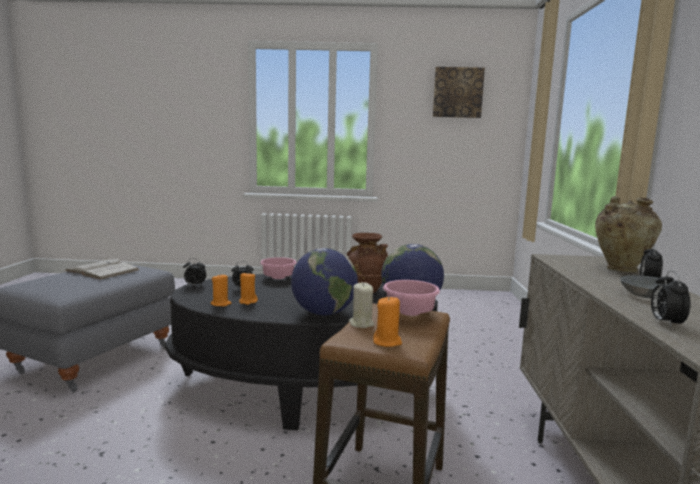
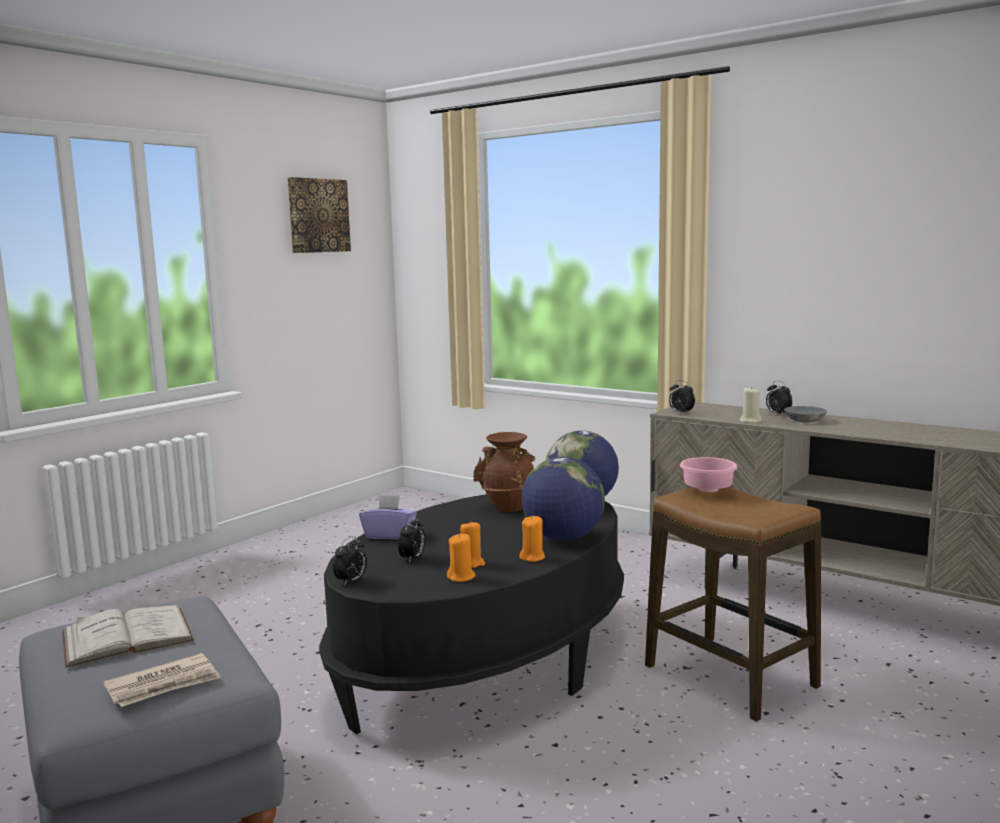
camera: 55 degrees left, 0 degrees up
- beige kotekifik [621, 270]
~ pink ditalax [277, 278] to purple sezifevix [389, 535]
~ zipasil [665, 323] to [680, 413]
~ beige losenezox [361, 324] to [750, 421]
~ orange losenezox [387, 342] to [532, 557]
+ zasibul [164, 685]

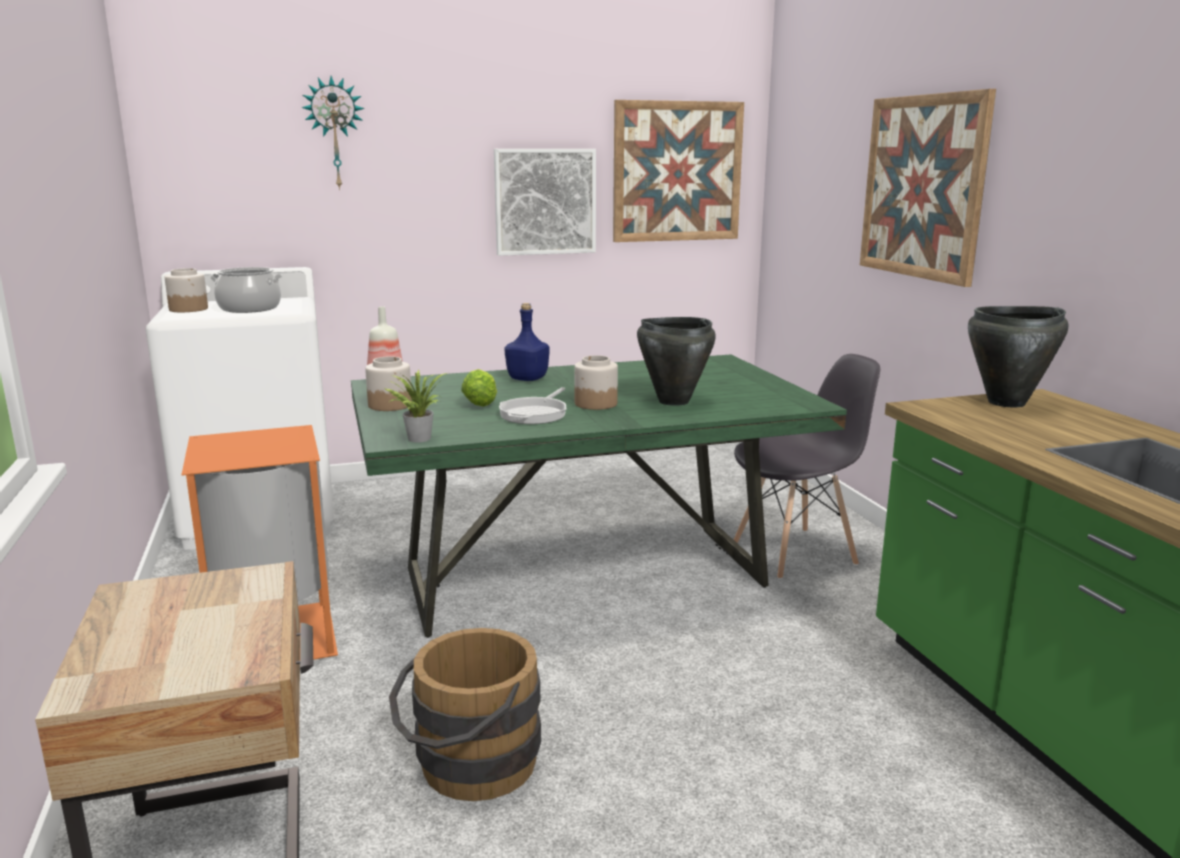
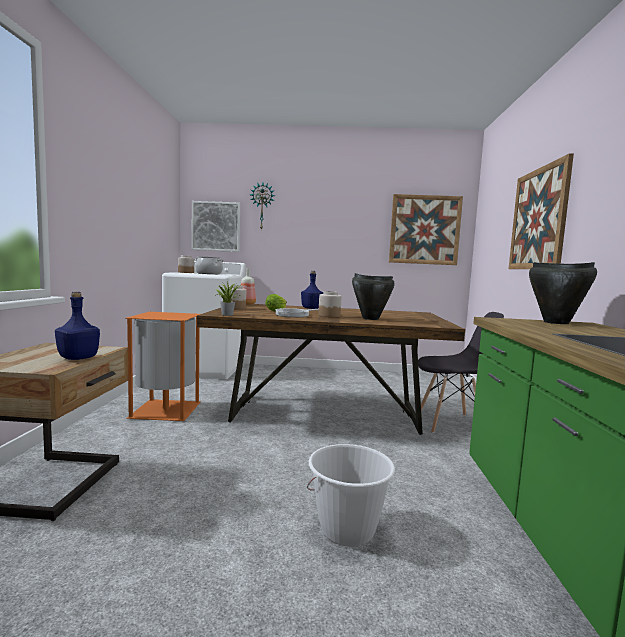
camera: 20 degrees right, 10 degrees down
~ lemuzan [545, 201] to [216, 226]
~ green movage [582, 579] to brown movage [323, 414]
- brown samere [468, 768]
+ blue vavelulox [79, 358]
+ white samere [347, 530]

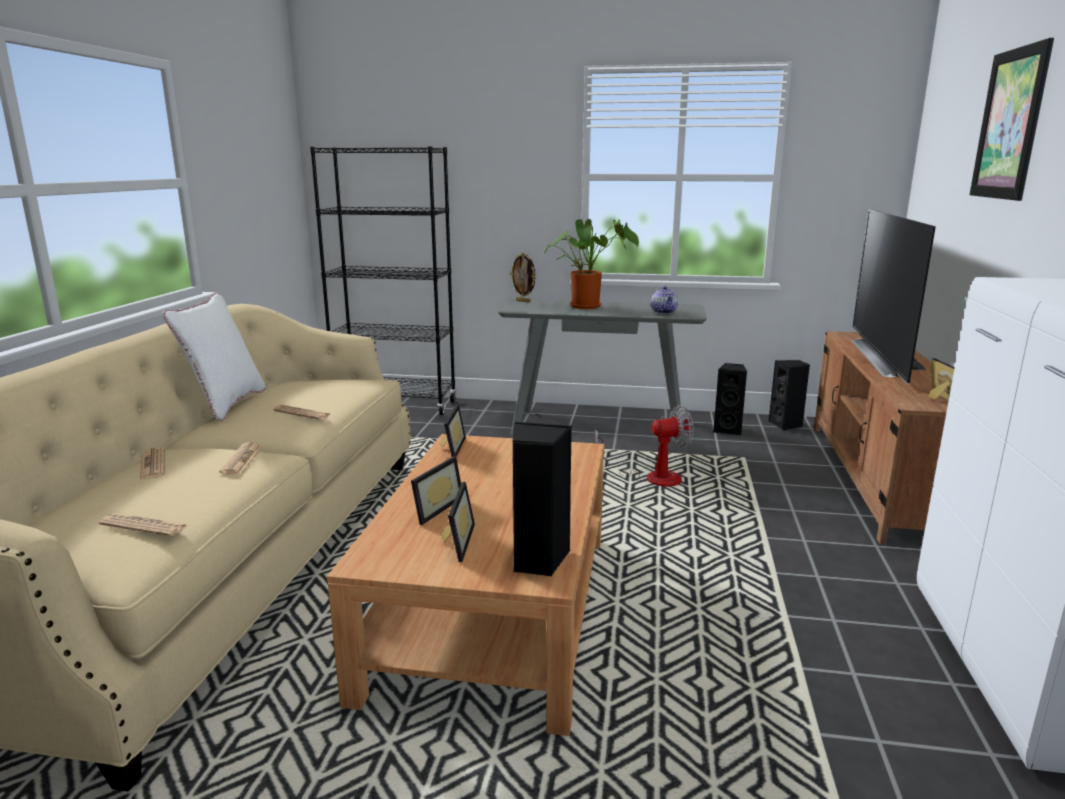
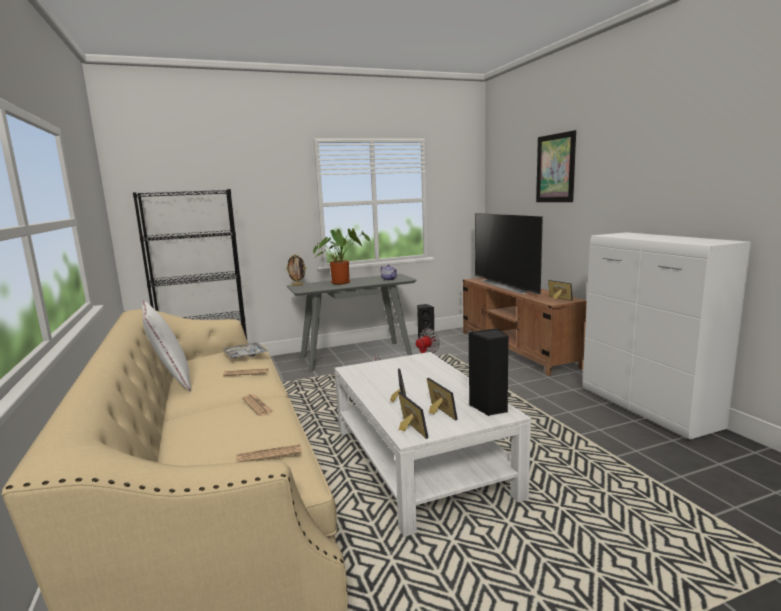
camera: 30 degrees left, 5 degrees down
- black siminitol [786, 425]
~ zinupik [450, 448] to [408, 430]
~ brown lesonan [493, 609] to white lesonan [419, 460]
- zasibul [152, 465]
+ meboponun [245, 355]

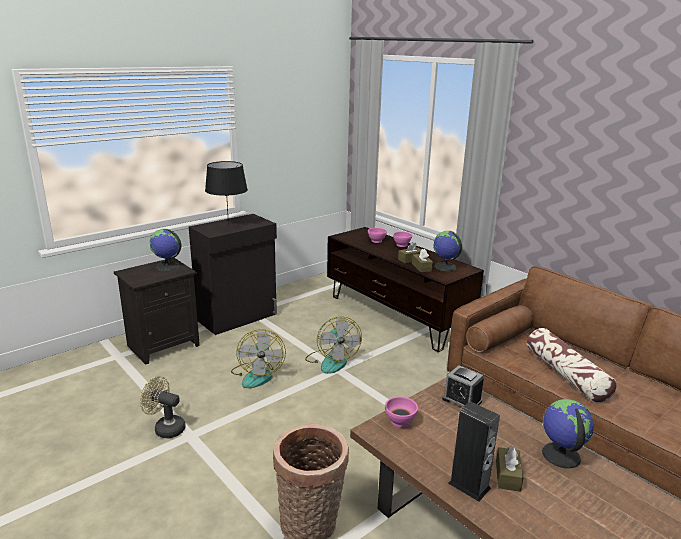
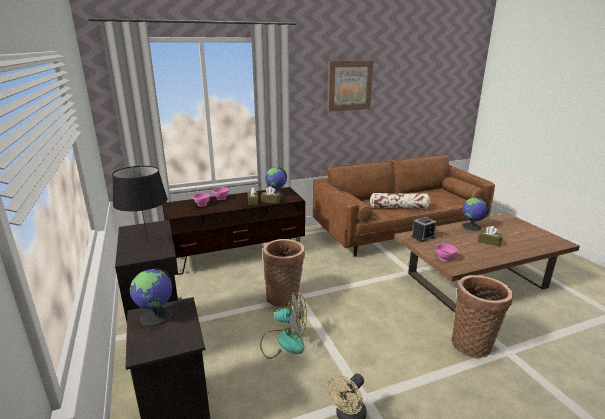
camera: 70 degrees left, 0 degrees up
~ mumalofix [331, 361] to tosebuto [284, 297]
- siminitol [469, 485]
+ lemuzan [349, 85]

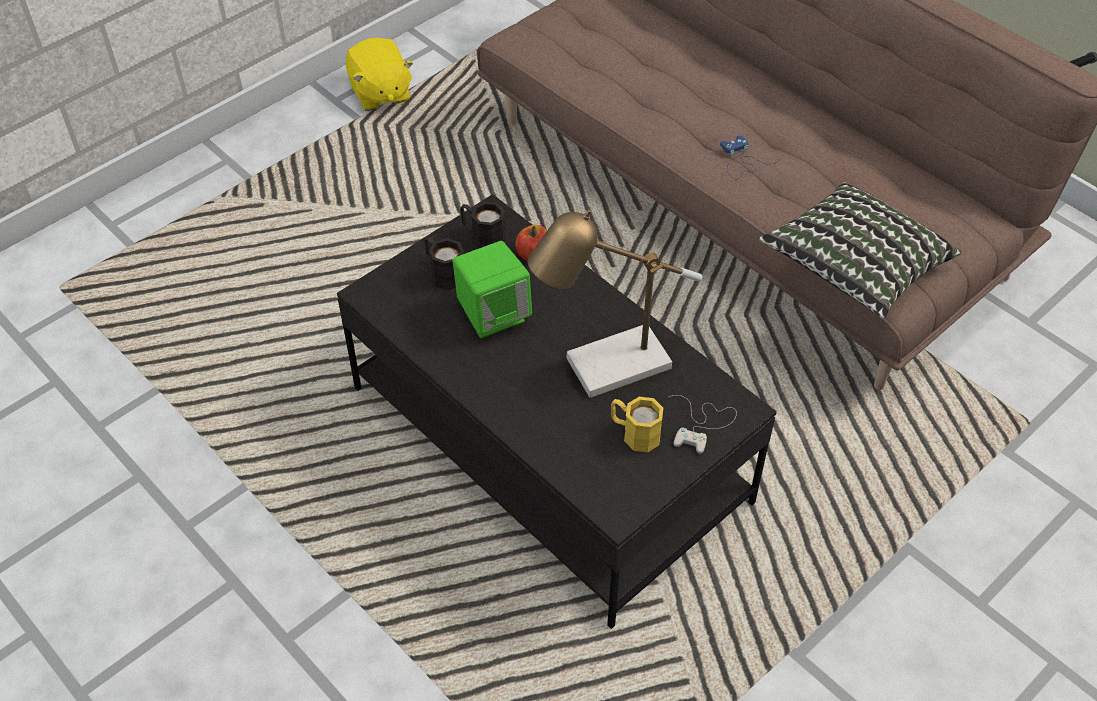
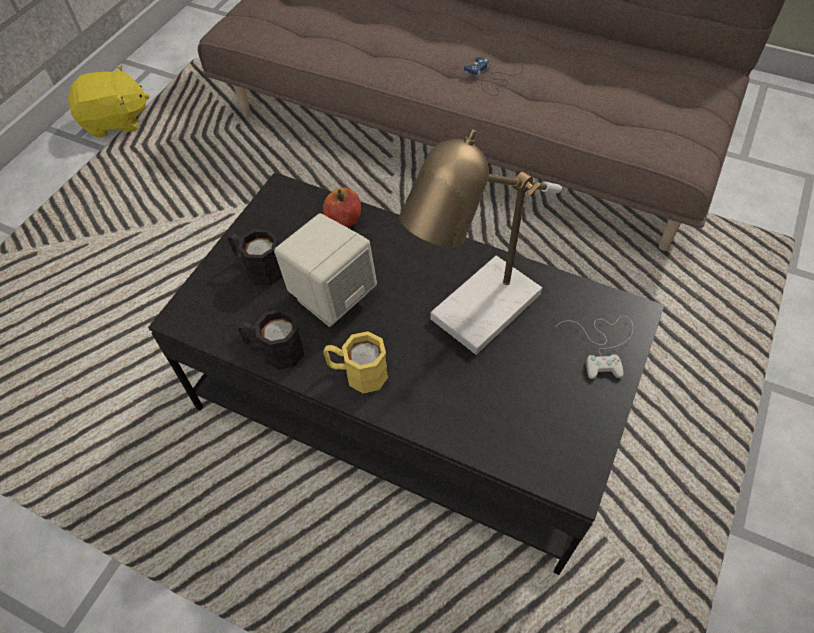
camera: 20 degrees left, 5 degrees up
~ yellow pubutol [380, 94] = [116, 121] 60 degrees counterclockwise
- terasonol [854, 268]
~ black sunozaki [482, 237] to [274, 350]
~ green siminitol [493, 314] to beige siminitol [332, 296]
~ yellow sunozaki [634, 433] to [357, 373]

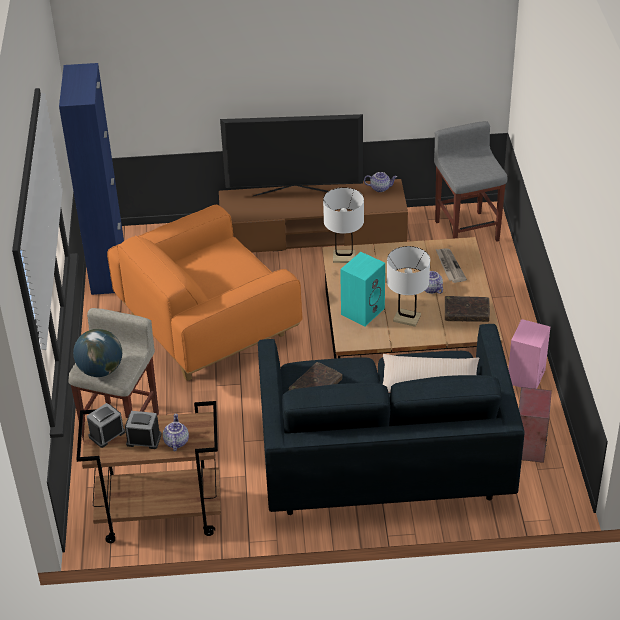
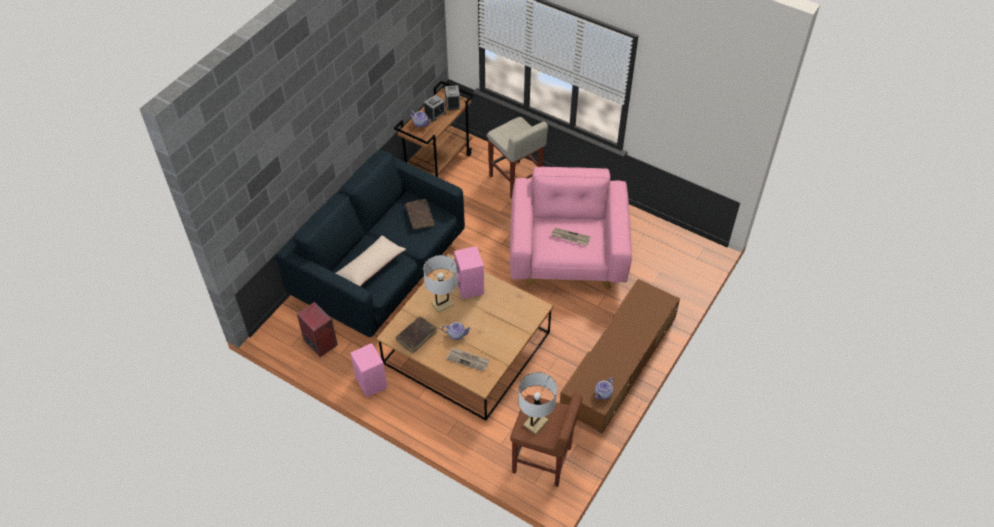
camera: 125 degrees right, 10 degrees up
- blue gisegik [108, 271]
- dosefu [294, 193]
~ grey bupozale [466, 230] to brown bupozale [542, 460]
~ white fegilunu [344, 257] to [535, 423]
~ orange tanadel [208, 326] to pink tanadel [567, 255]
~ turquoise siminitol [362, 310] to pink siminitol [470, 287]
- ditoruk [100, 370]
+ zasibul [570, 237]

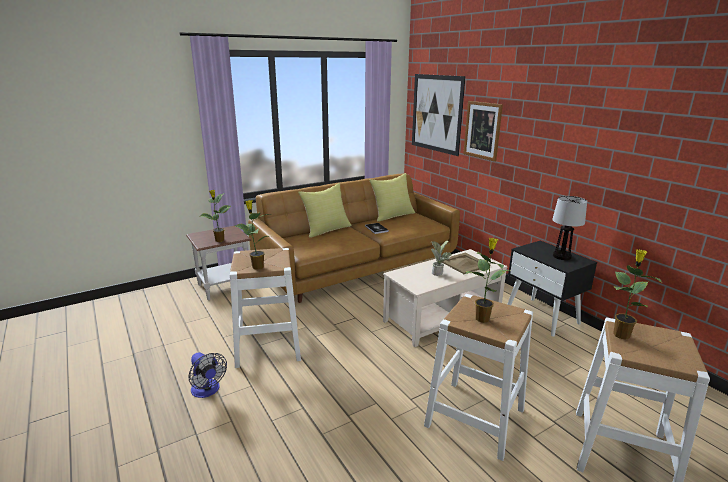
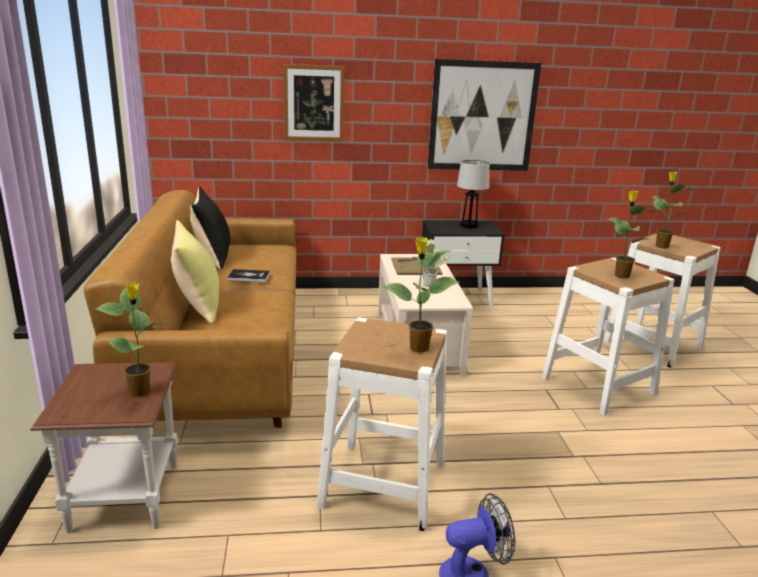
camera: 65 degrees left, 0 degrees up
~ lemuzan [436, 113] to [482, 116]
~ yellow terasonol [392, 215] to black terasonol [212, 257]

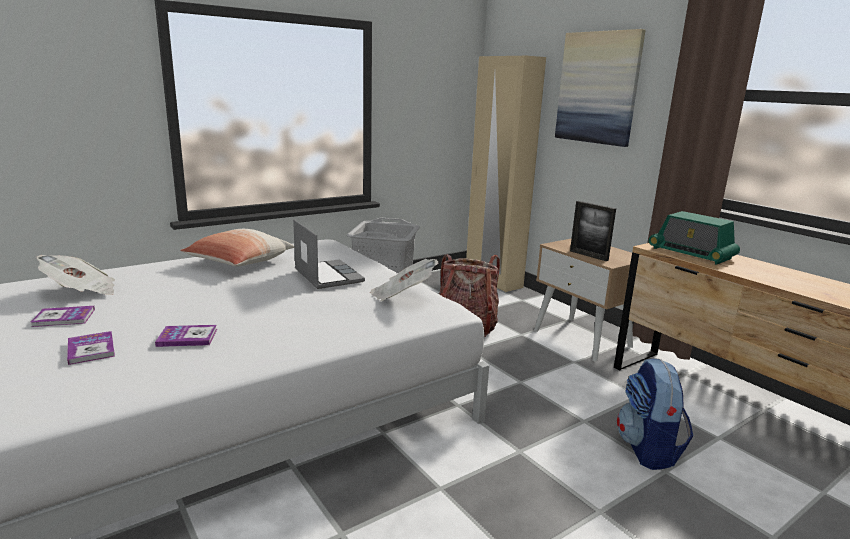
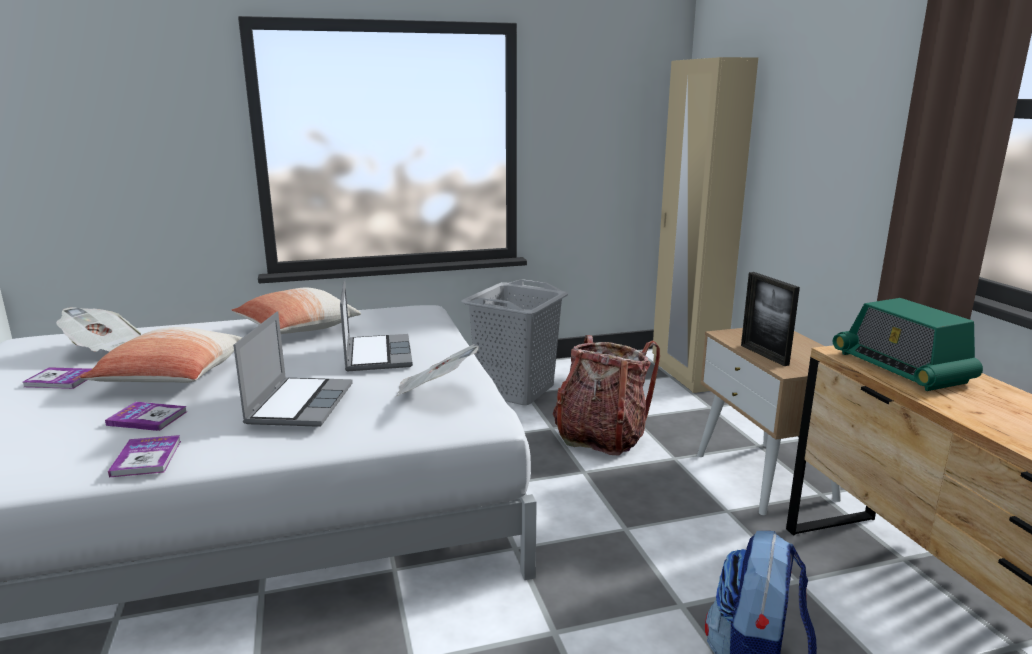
camera: 20 degrees right, 0 degrees up
- lemuzan [598, 88]
~ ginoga [91, 349] to [146, 458]
+ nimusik [299, 403]
+ terasonol [171, 378]

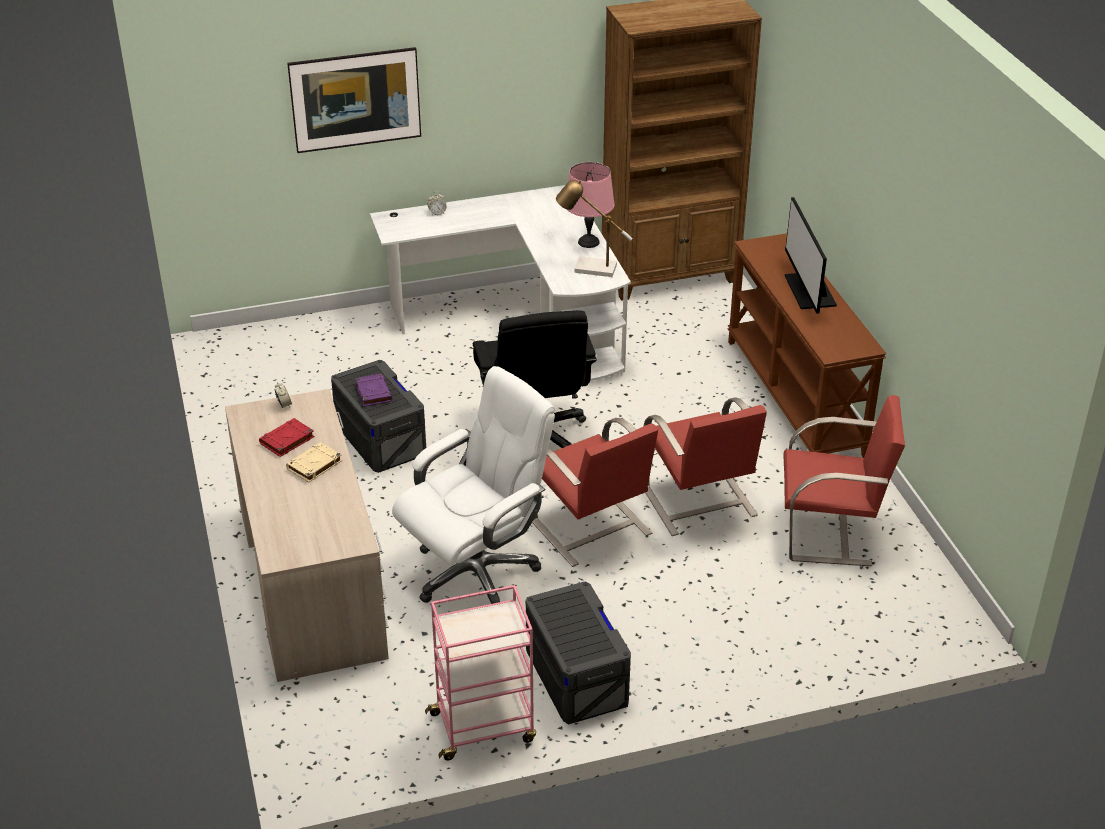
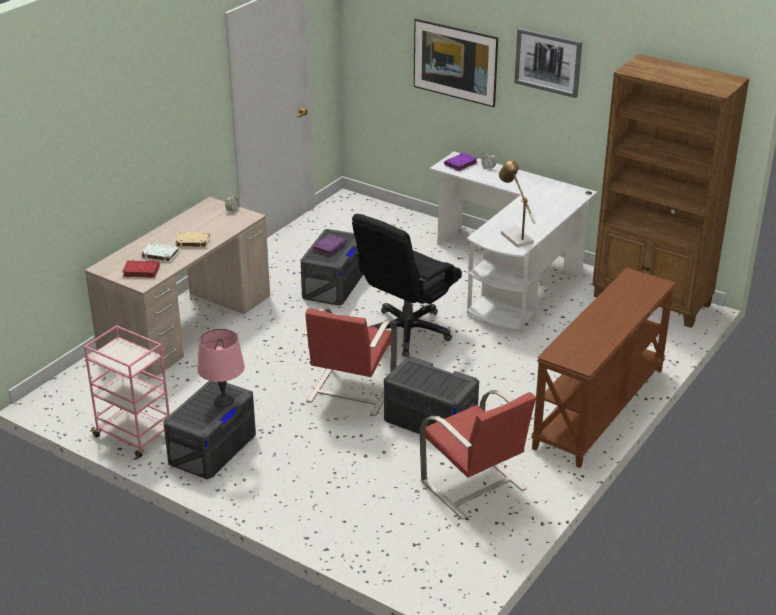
camera: 50 degrees right, 5 degrees down
~ pink fegilunu [588, 242] to [223, 401]
- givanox [808, 291]
- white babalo [476, 571]
~ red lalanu [699, 503] to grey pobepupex [430, 420]
~ red ginoga [286, 440] to [140, 271]
+ lemuzan [548, 62]
+ purple ginoga [460, 164]
+ white ginoga [159, 255]

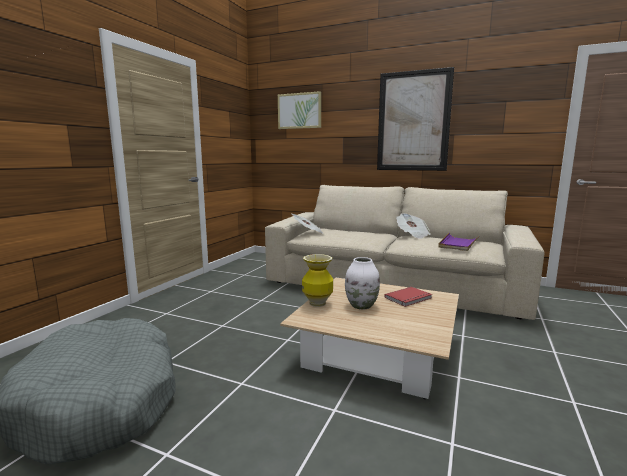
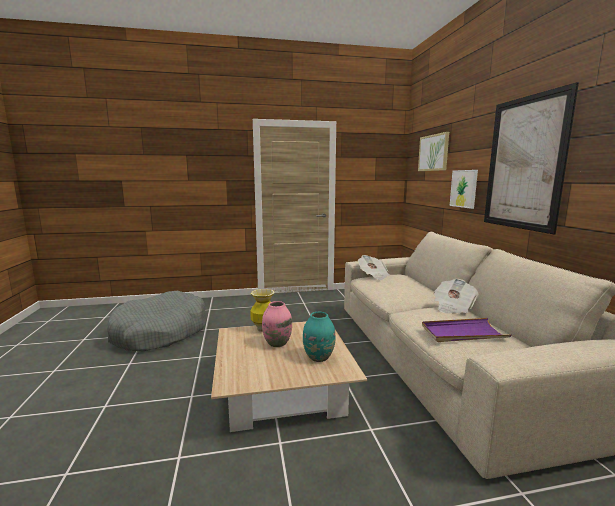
camera: 55 degrees right, 0 degrees up
~ white kotekifik [361, 306] to pink kotekifik [277, 343]
~ red ginoga [409, 298] to turquoise kotekifik [319, 357]
+ lemuzan [463, 188]

